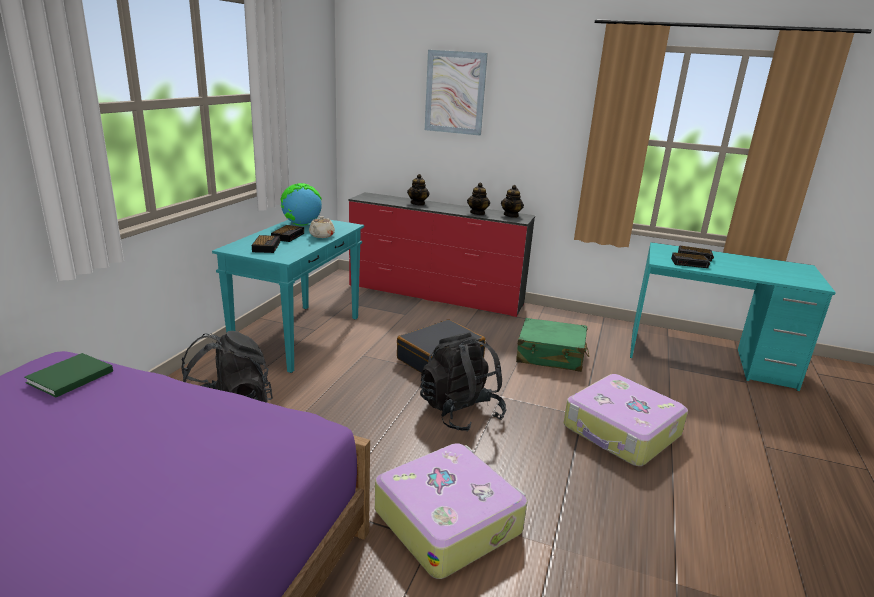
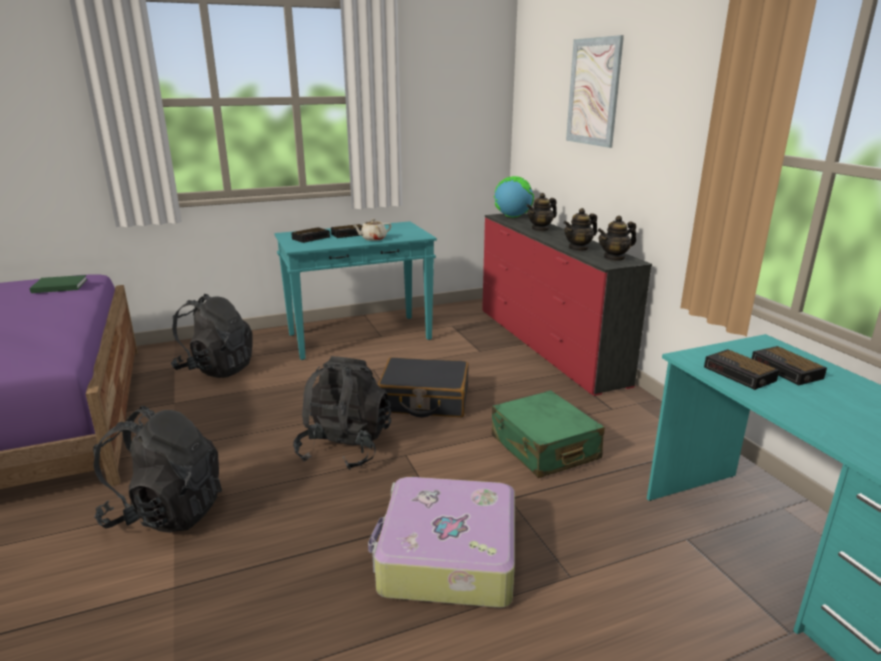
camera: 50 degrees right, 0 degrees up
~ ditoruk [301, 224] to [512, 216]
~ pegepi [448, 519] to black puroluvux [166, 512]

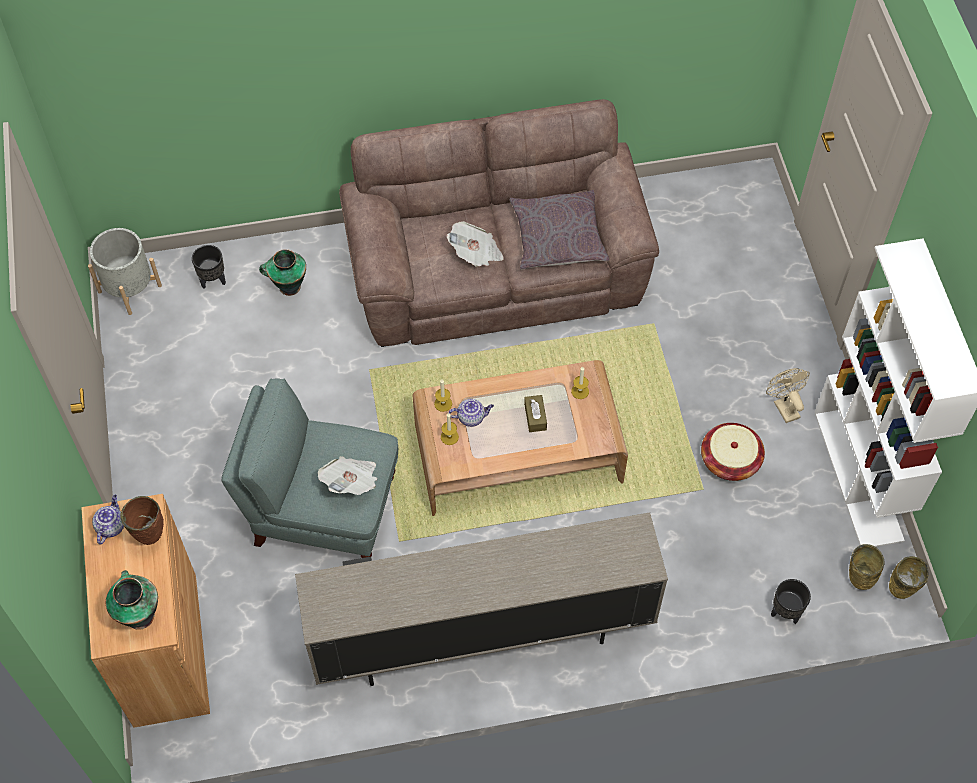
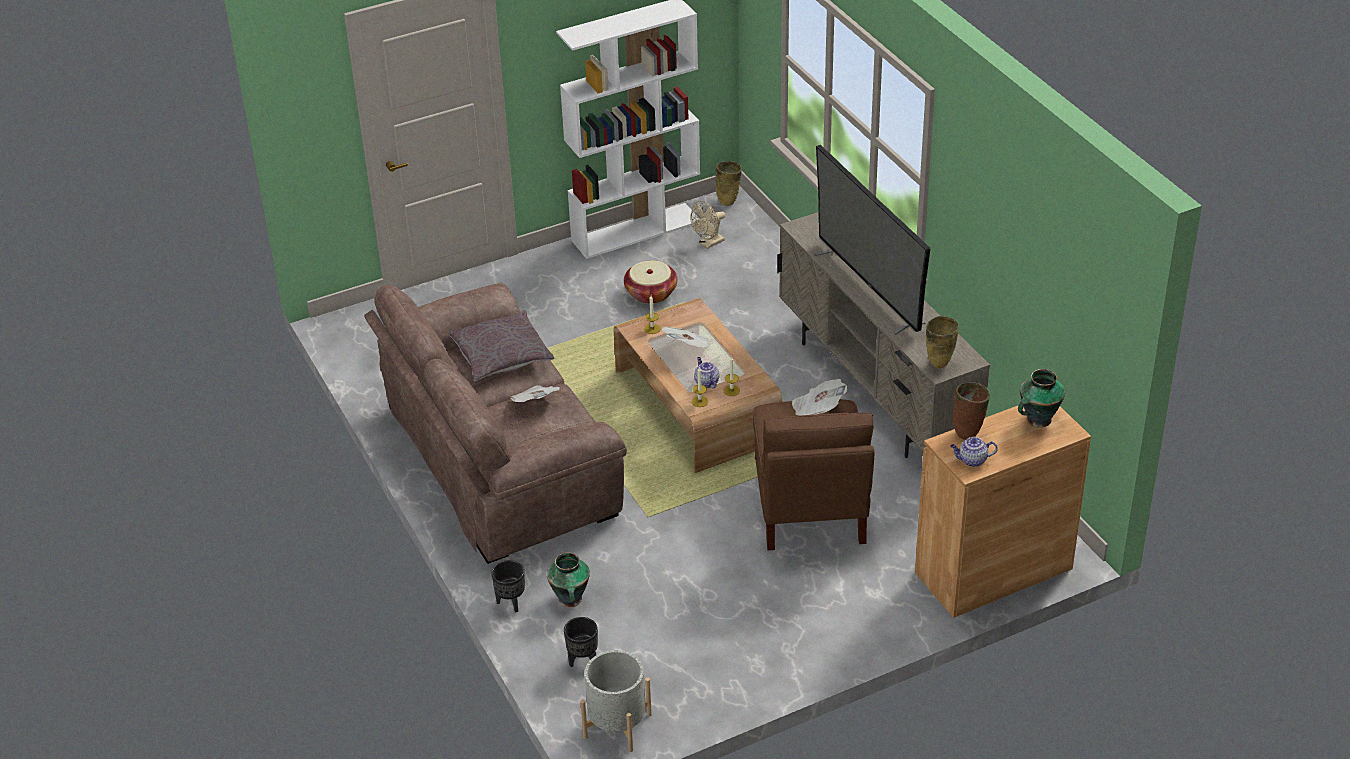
camera: 105 degrees left, 20 degrees down
~ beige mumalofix [783, 406] to [708, 244]
~ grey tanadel [323, 511] to brown tanadel [809, 508]
~ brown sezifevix [535, 417] to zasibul [689, 348]
~ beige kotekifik [857, 581] to [939, 365]
~ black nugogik [785, 612] to [510, 603]
+ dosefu [868, 288]

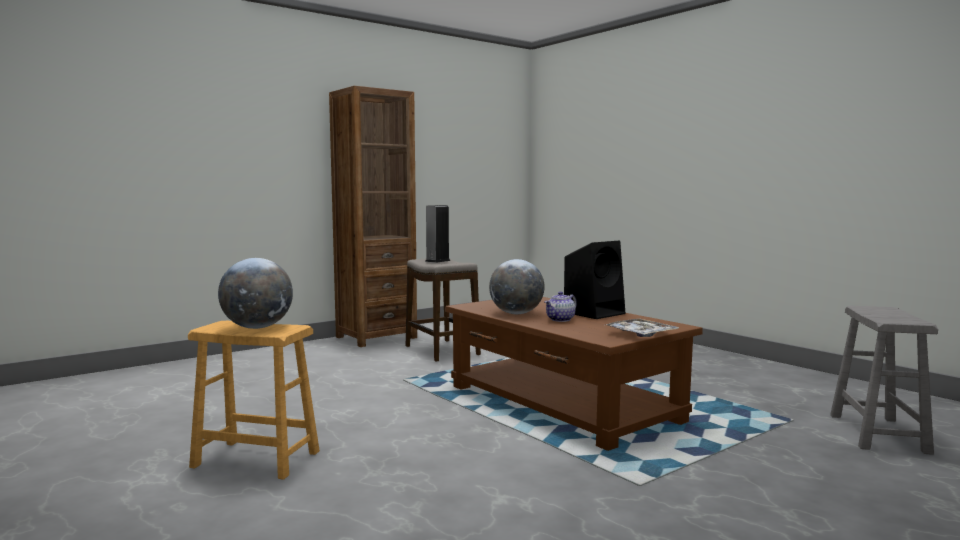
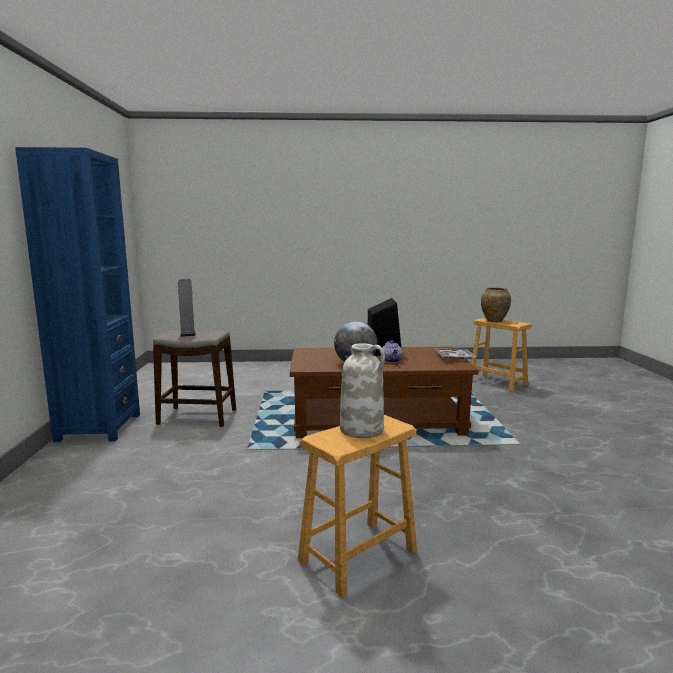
camera: 55 degrees left, 5 degrees up
~ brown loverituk [376, 337] to blue loverituk [99, 427]
~ ditoruk [257, 327] to white kotekifik [362, 430]
~ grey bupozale [877, 433] to brown bupozale [497, 383]
+ brown kotekifik [494, 321]

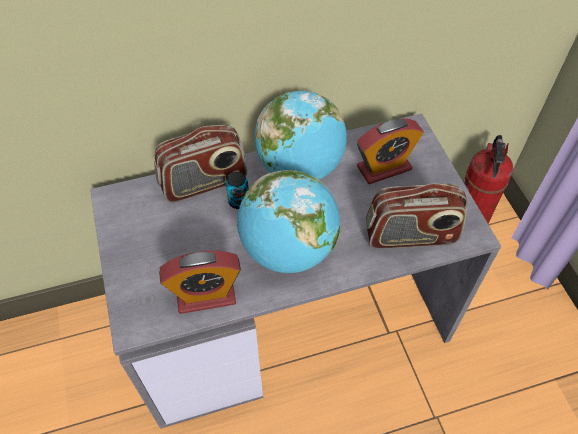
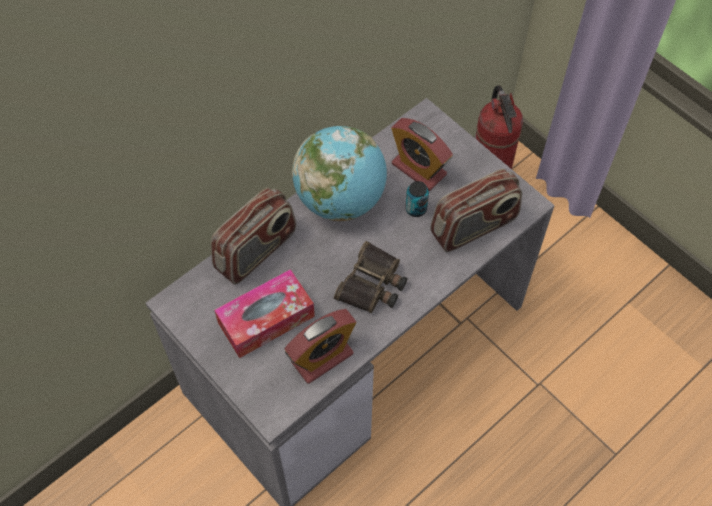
camera: 25 degrees left, 5 degrees up
~ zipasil [384, 168] = [418, 169] 90 degrees clockwise
~ ditoruk [288, 250] to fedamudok [373, 284]
~ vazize [239, 201] to [416, 209]
+ sezifevix [266, 319]

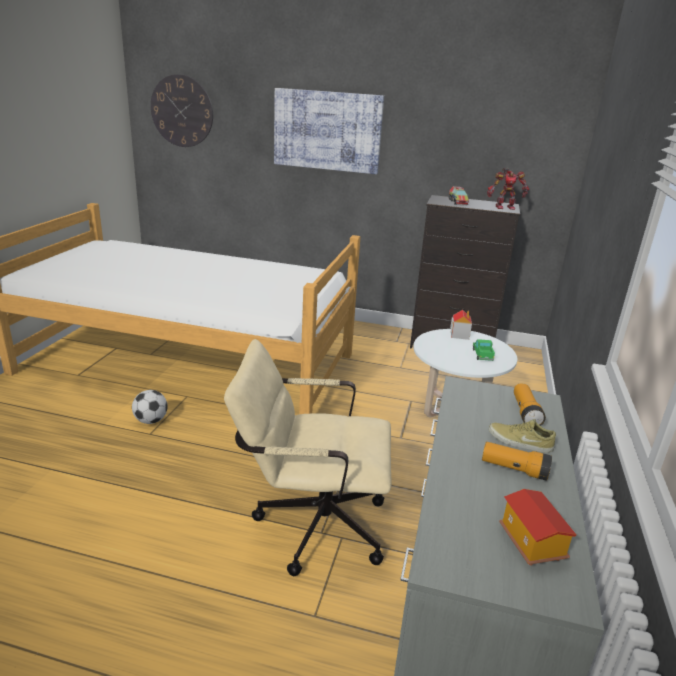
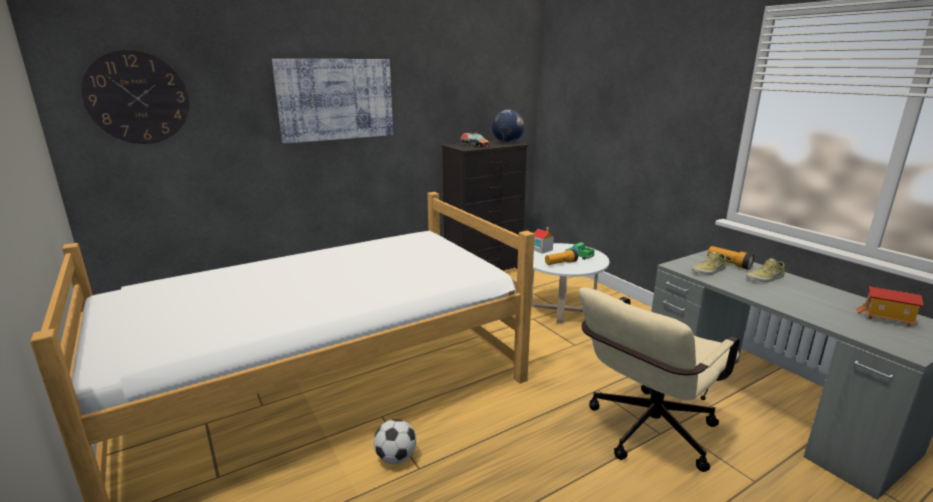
camera: 45 degrees left, 5 degrees down
~ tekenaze [504, 207] to ditoruk [507, 142]
~ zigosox [514, 469] to [560, 263]
+ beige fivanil [709, 271]

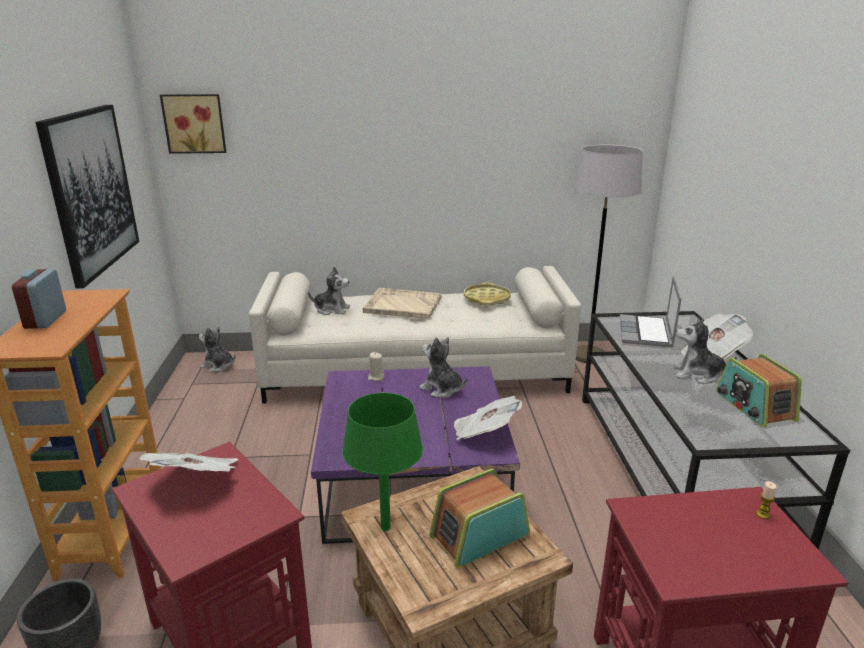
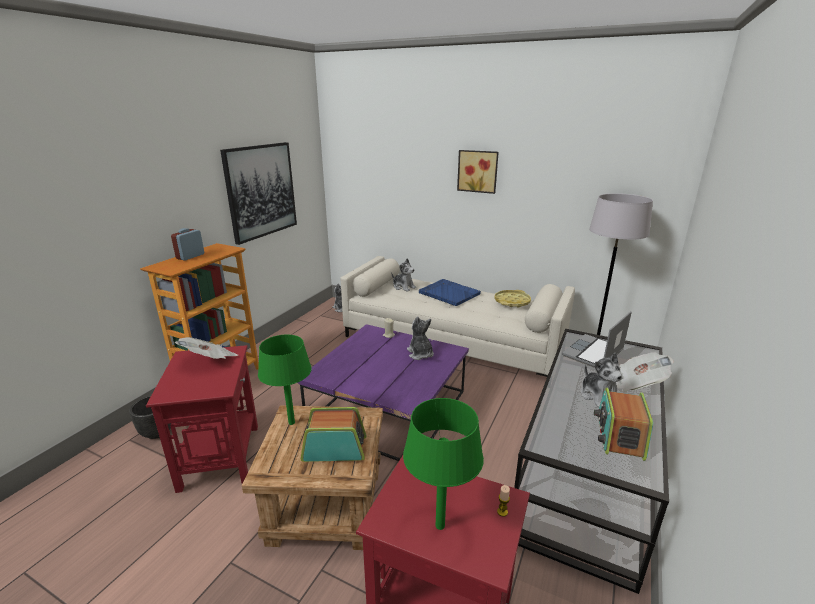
camera: 30 degrees right, 0 degrees up
~ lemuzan [194, 123] to [478, 171]
~ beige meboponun [402, 305] to blue meboponun [448, 293]
~ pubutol [697, 375] = [599, 396] 150 degrees counterclockwise
- zasibul [484, 433]
+ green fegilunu [440, 525]

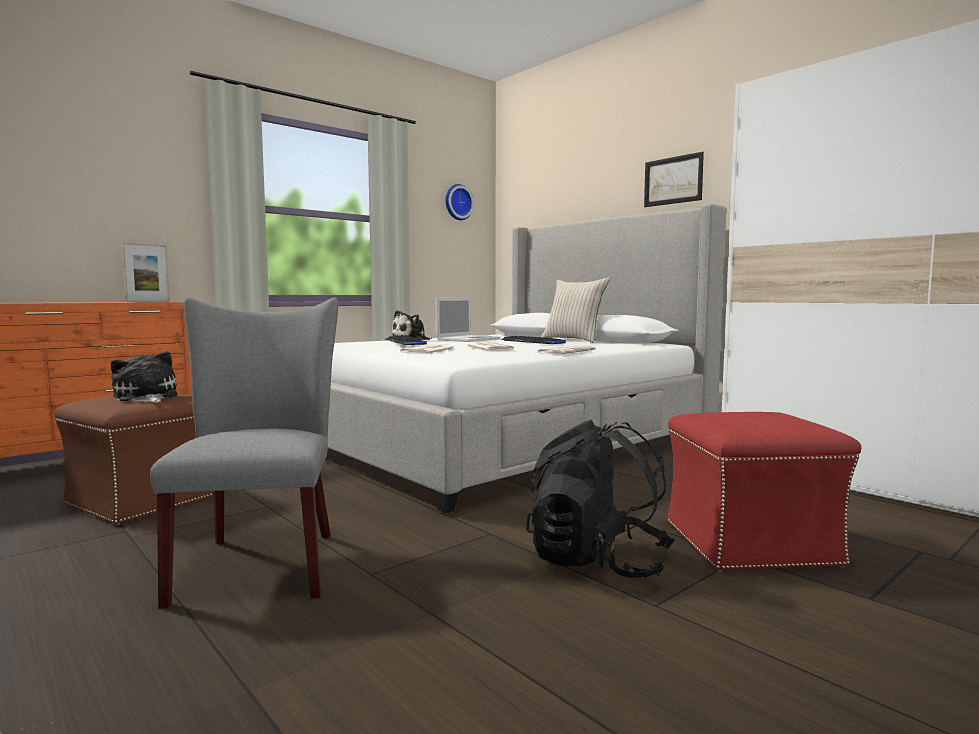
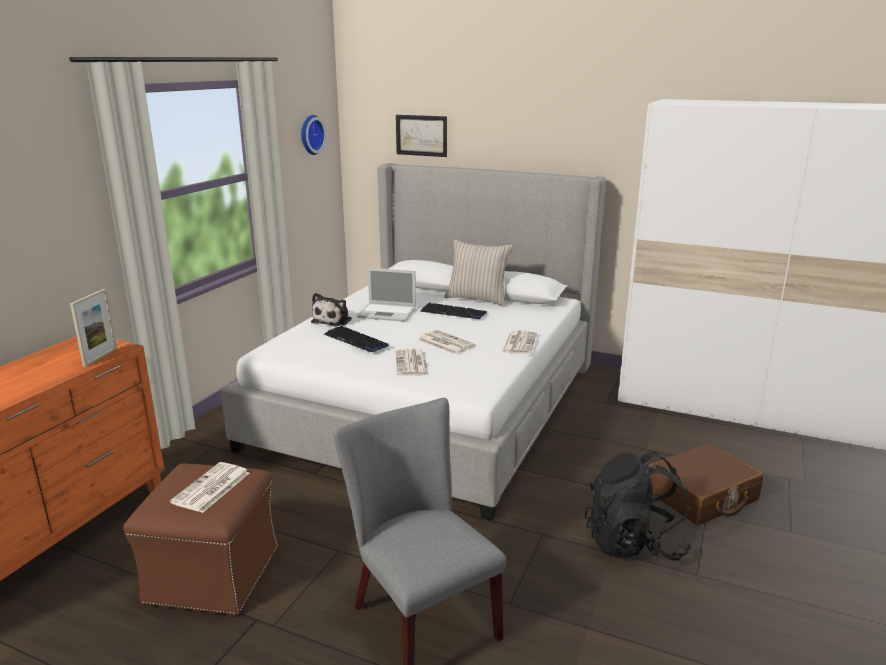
camera: 25 degrees left, 15 degrees up
~ lemuzan [673, 180] to [421, 135]
~ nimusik [469, 339] = [388, 313] 90 degrees clockwise
~ pubutol [146, 397] to zasibul [211, 488]
~ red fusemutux [751, 543] to brown pegepi [702, 496]

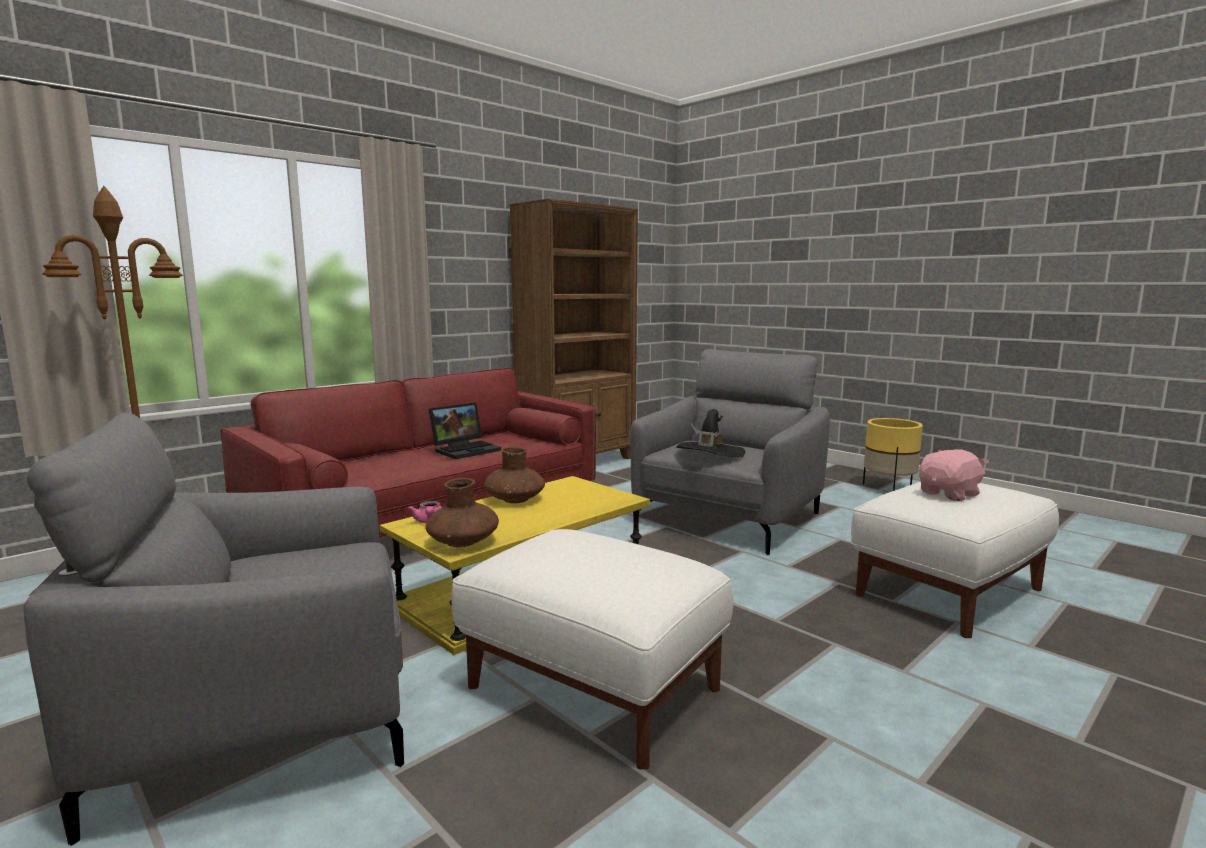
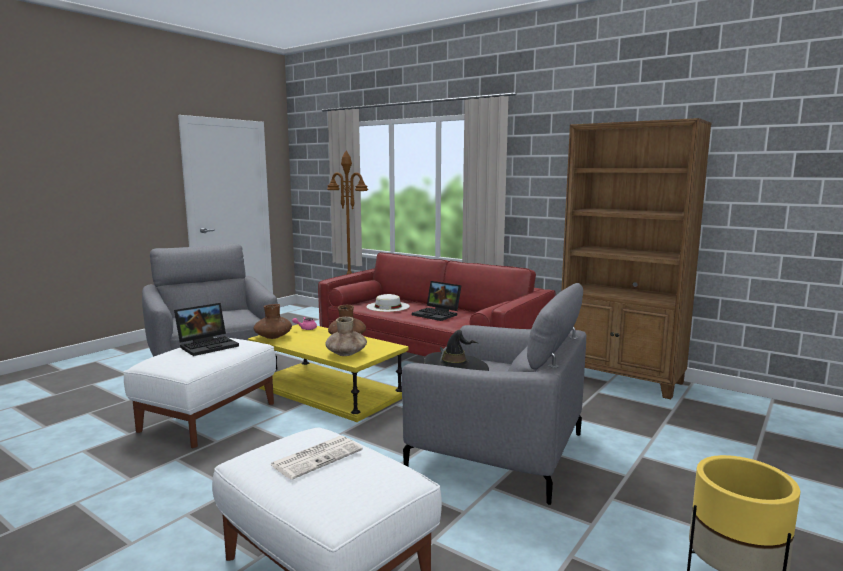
camera: 80 degrees right, 0 degrees up
~ pink pubutol [950, 494] to zasibul [317, 457]
+ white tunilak [388, 306]
+ nimusik [208, 345]
+ brown kotekifik [346, 353]

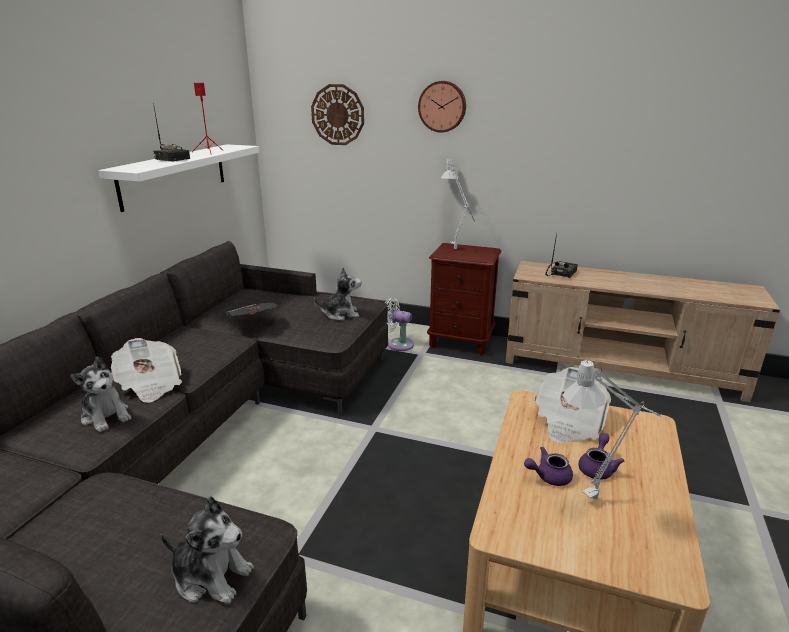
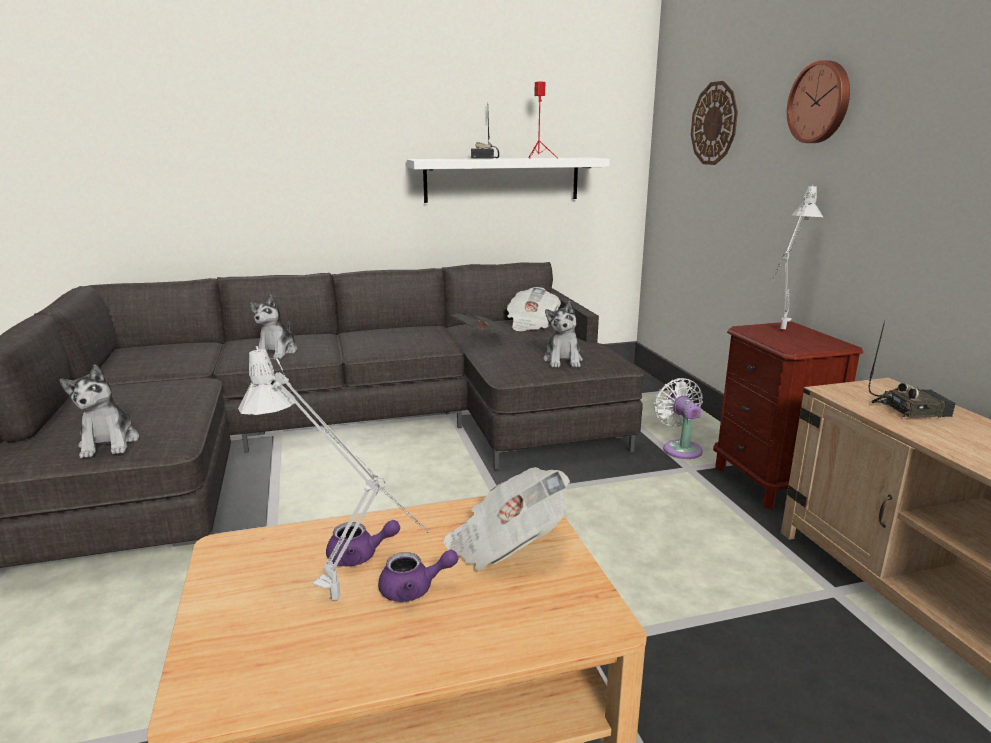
camera: 55 degrees right, 5 degrees down
~ pubutol [340, 314] = [563, 360] 45 degrees clockwise
~ zasibul [150, 385] to [531, 324]
~ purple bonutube [548, 476] = [359, 556] 135 degrees clockwise

